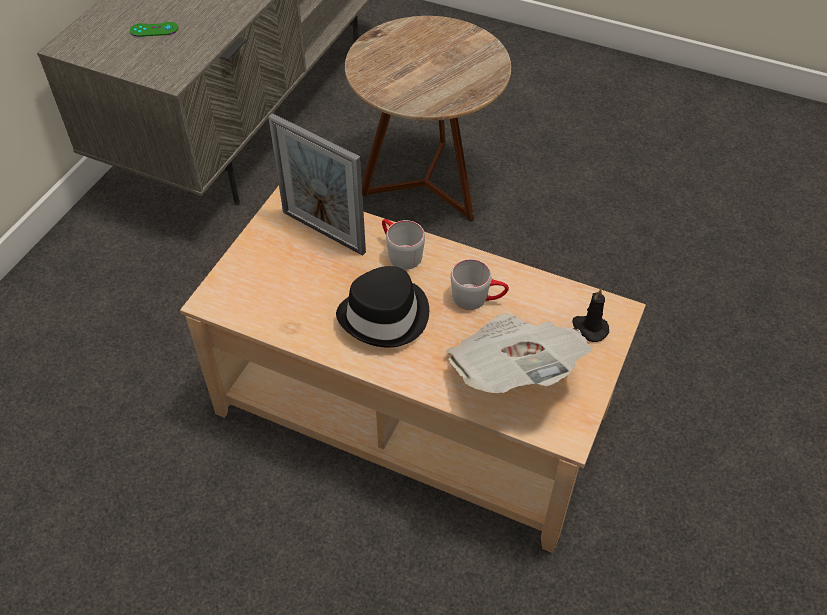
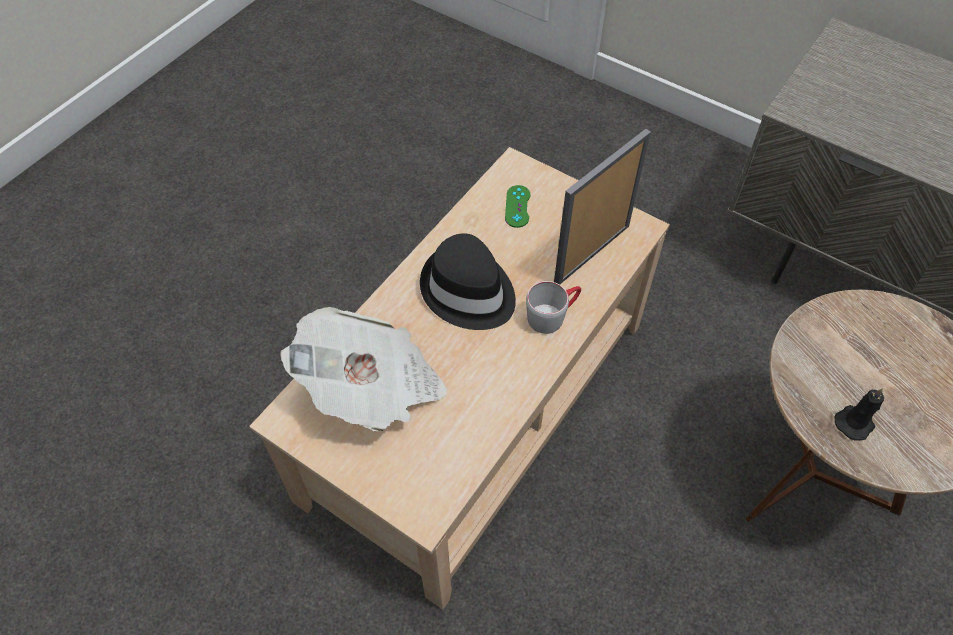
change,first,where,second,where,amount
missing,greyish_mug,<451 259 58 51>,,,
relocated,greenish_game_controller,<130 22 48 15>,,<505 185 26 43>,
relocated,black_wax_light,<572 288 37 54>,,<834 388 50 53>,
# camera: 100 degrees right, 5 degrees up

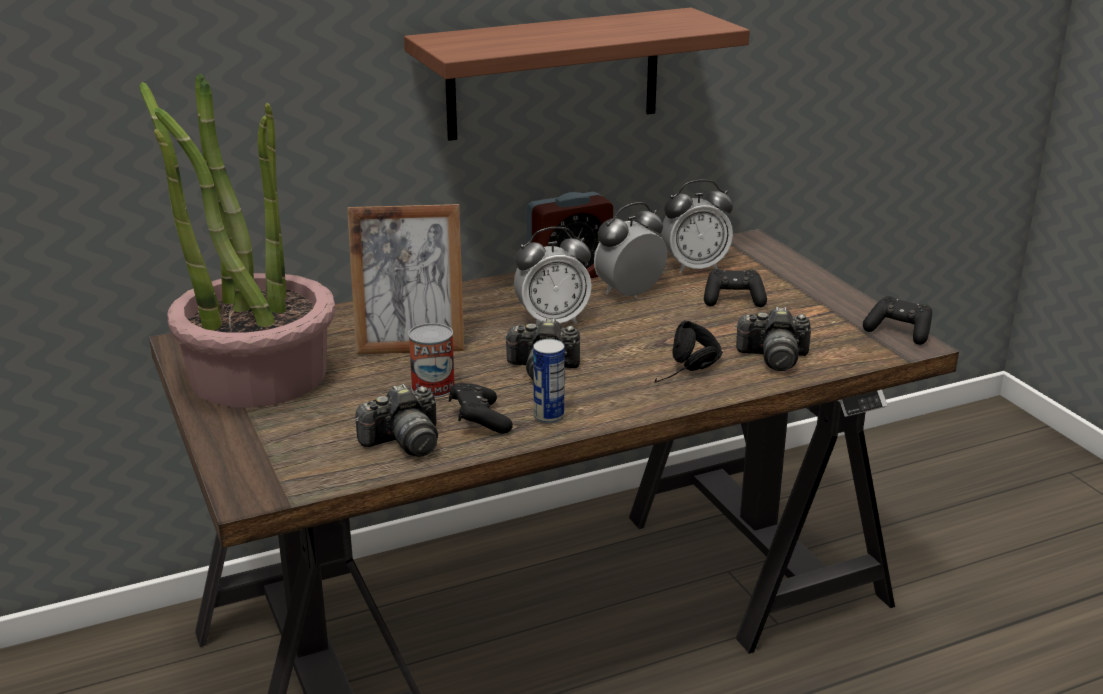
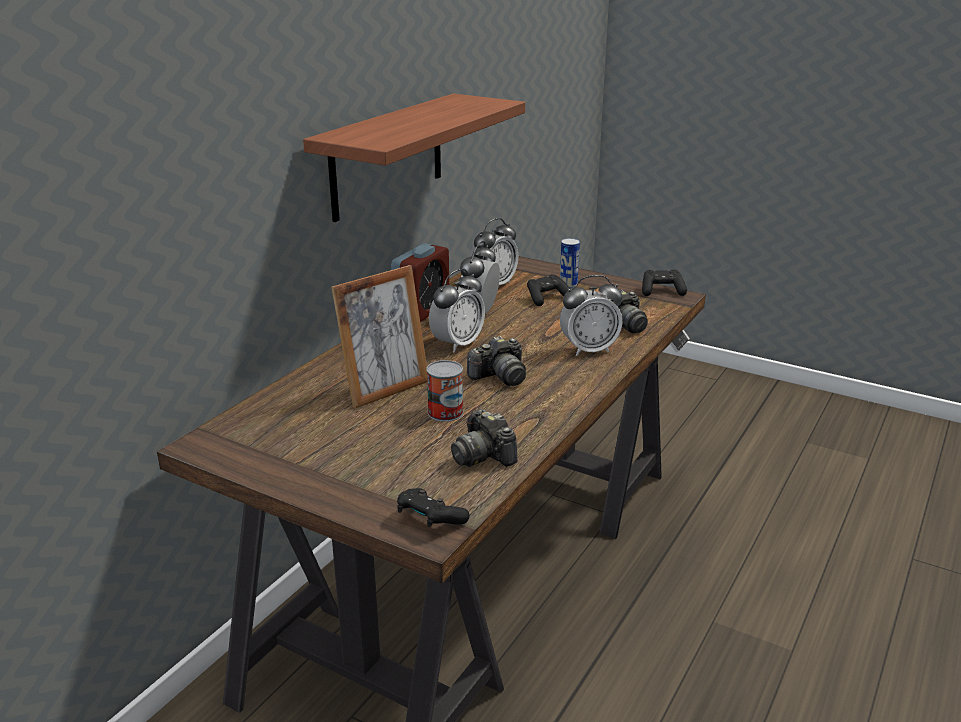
change,first,where,second,where,amount
missing,houseplant,<139 73 196 335>,,,
relocated,black_game_controller,<449 383 64 51>,,<397 488 73 39>,
relocated,can,<533 339 32 85>,,<560 238 20 51>,
exchanged,black_headset,<655 320 68 62>,table_clock,<560 275 63 81>,
spun,still_camera,<355 384 83 73>,,<451 409 67 58>,120 degrees clockwise
# camera: 35 degrees left, 0 degrees up

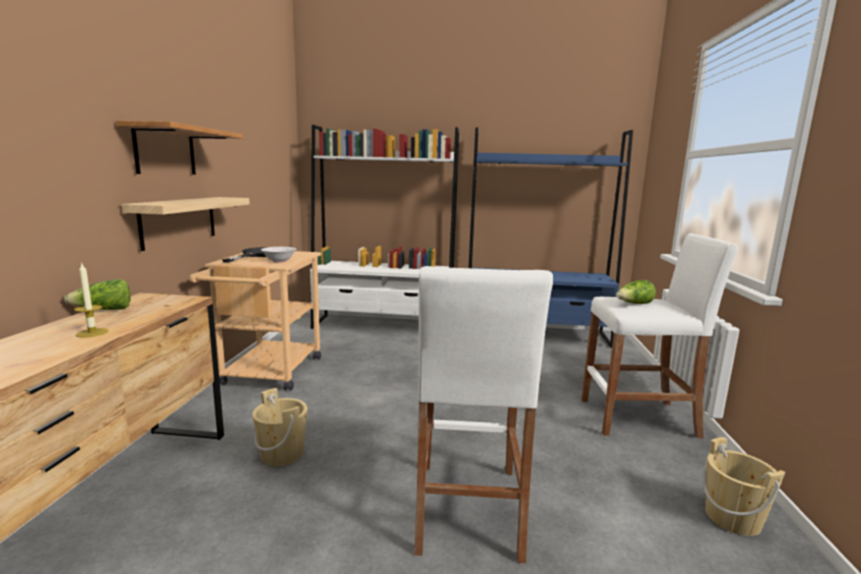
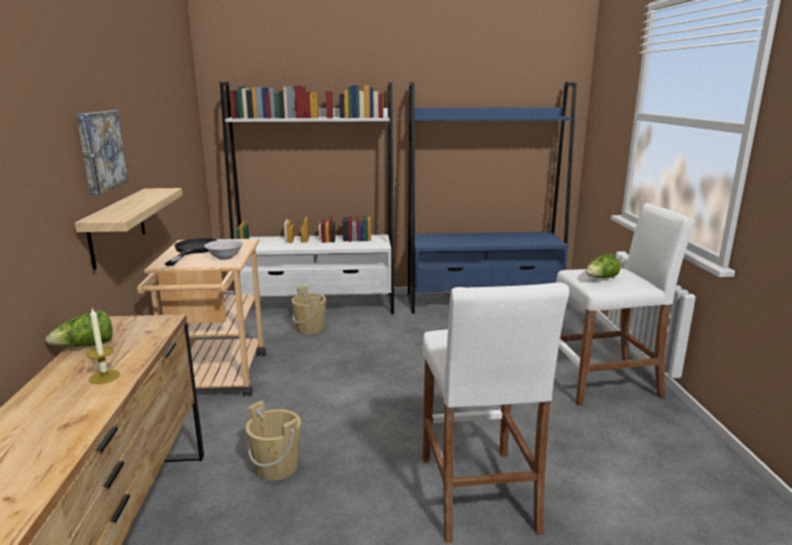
change,first,where,second,where,amount
relocated,beige-coloured_water_bucket,<702 437 83 99>,,<291 286 35 49>,
exchanged,shelf,<116 121 127 54>,wall_art,<76 111 53 84>,
# camera: 10 degrees left, 5 degrees up

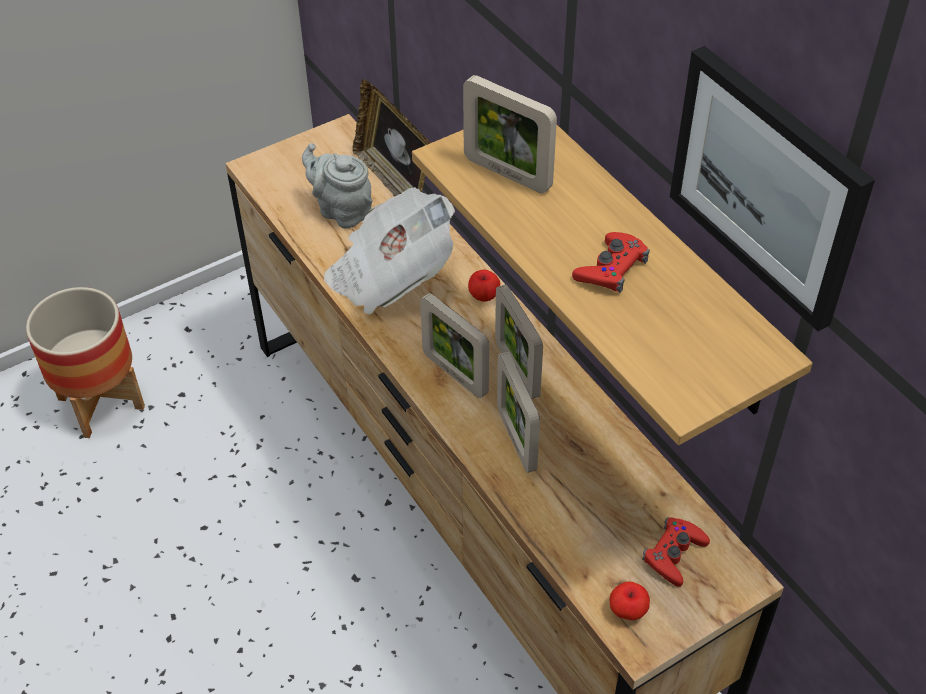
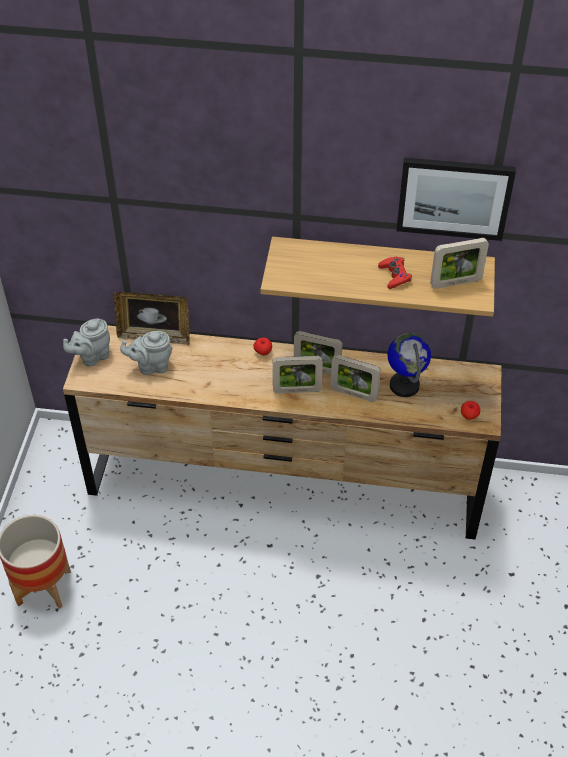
change,first,where,second,where,amount
missing,printed_paper,<324 187 131 128>,,,
missing,red_game_controller,<642 517 68 70>,,,
appeared,,,greyish_tea_pot,<63 319 47 47>,
appeared,,,globe,<387 333 44 64>,
relocated,photo_frame,<463 75 94 118>,,<430 238 59 51>,
# camera: 50 degrees left, 0 degrees up

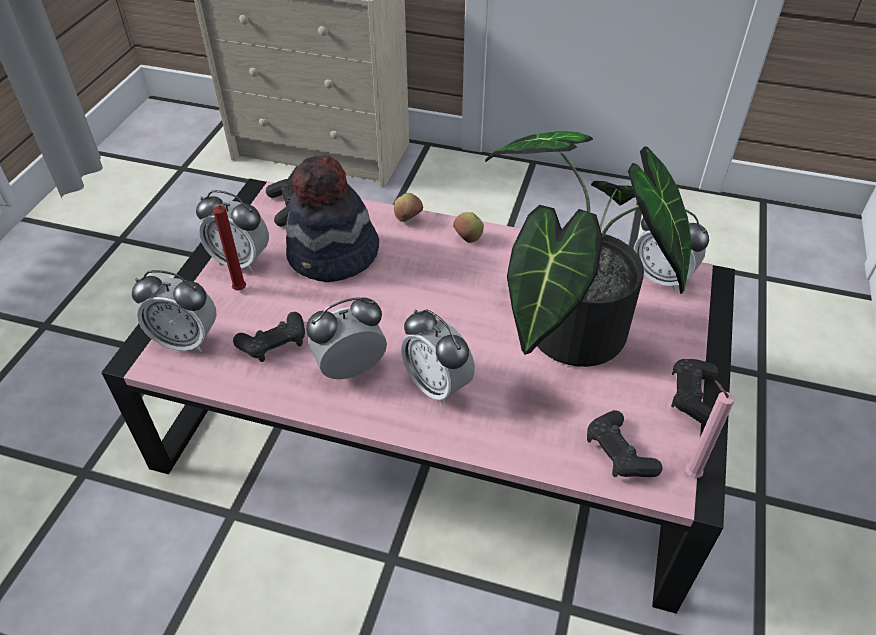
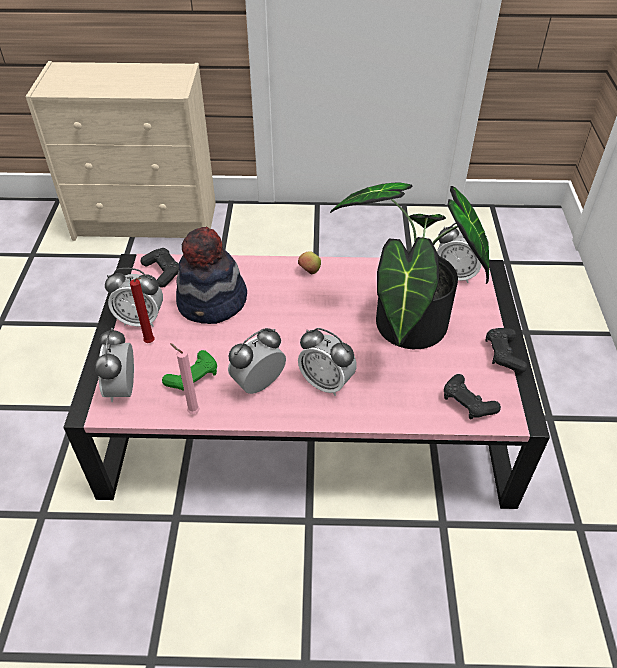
change,first,where,second,where,amount
missing,whole_apple,<394 193 29 29>,,,
relocated,pinkish_wax_light,<685 380 50 98>,,<170 343 30 71>,
colour,black_game_controller,<233 312 72 50>,greenish_game_controller,<162 350 55 41>,
spun,table_clock,<132 270 85 82>,,<95 328 39 74>,90 degrees clockwise
# camera: 15 degrees left, 0 degrees up

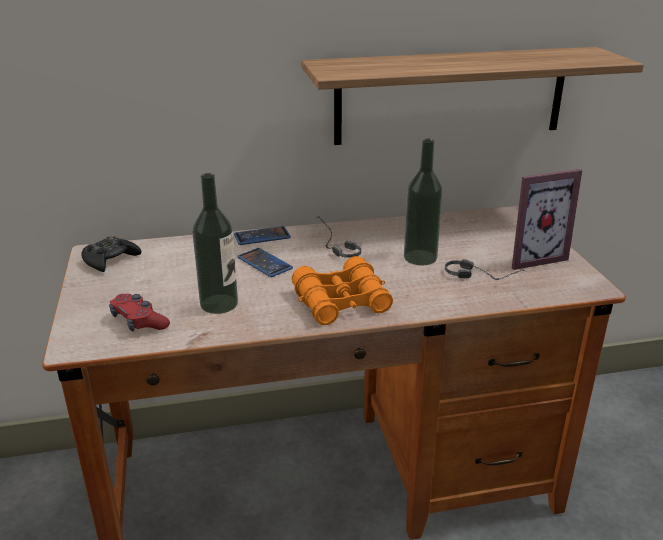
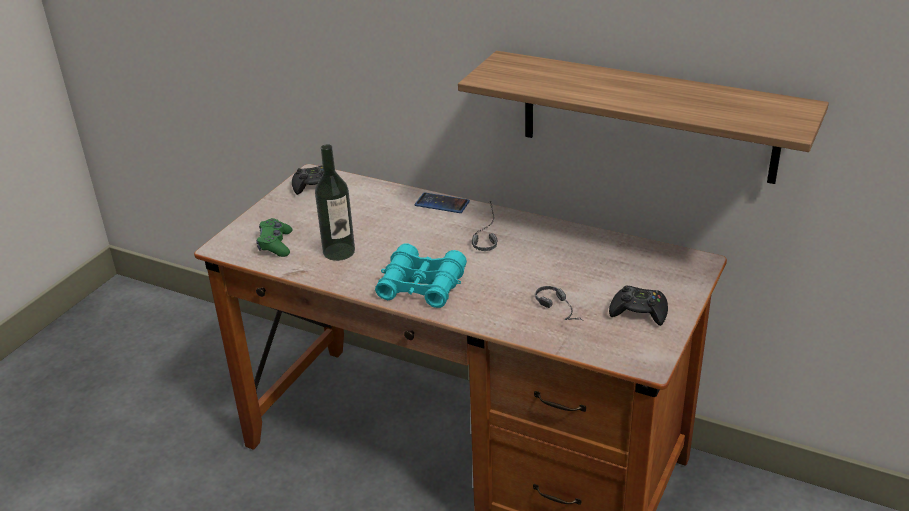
change,first,where,second,where,amount
missing,telephone,<237 248 56 29>,,,
missing,bottle,<404 139 39 126>,,,
exchanged,photo_frame,<512 169 71 101>,black_game_controller,<609 285 59 41>,
colour,red_game_controller,<109 294 61 38>,greenish_game_controller,<256 218 37 39>,
colour,orange-coloured_binoculars,<292 256 101 69>,turquoise-coloured_binoculars,<375 244 92 64>,
# camera: 40 degrees right, 5 degrees up

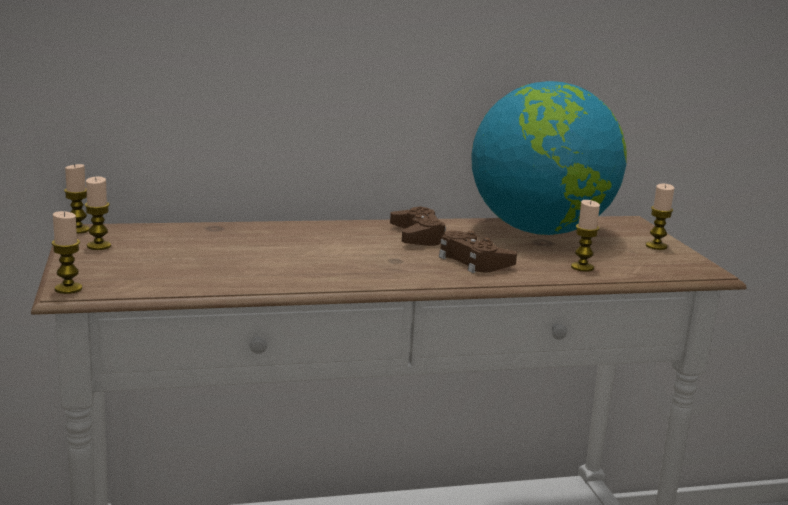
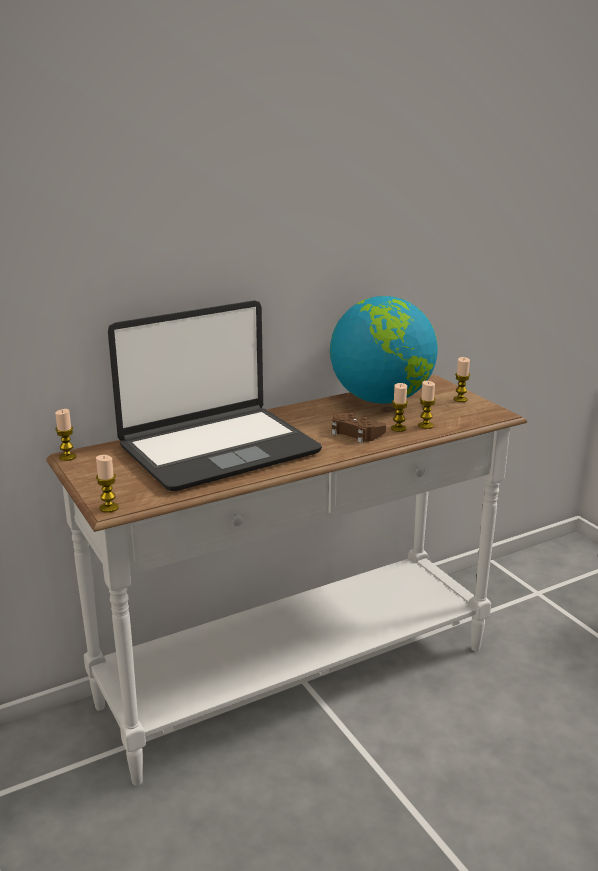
change,first,where,second,where,amount
missing,brownish_game_controller,<390 206 56 40>,,,
appeared,,,notebook_computer,<108 300 214 191>,
relocated,wax_light,<85 176 26 74>,,<391 383 17 49>,
# camera: 15 degrees left, 5 degrees up

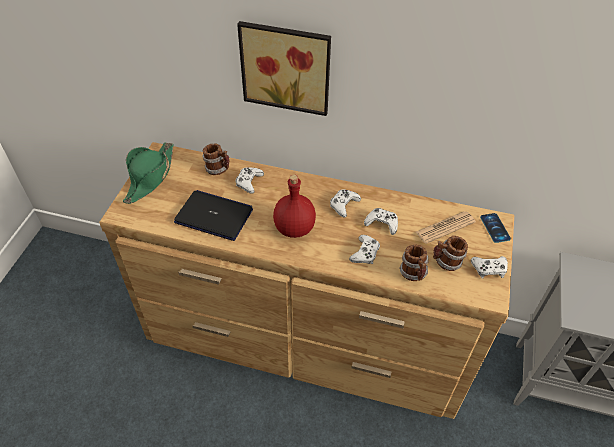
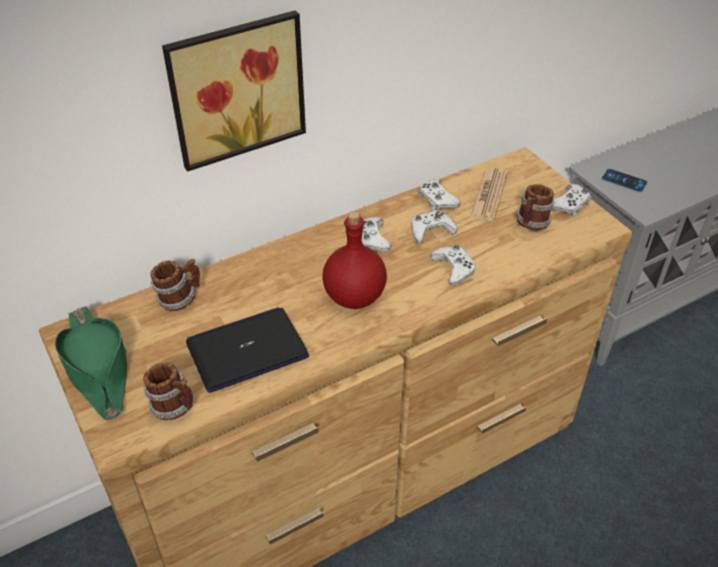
change,first,where,second,where,amount
relocated,white_game_controller,<236 167 28 27>,,<418 179 43 31>,
relocated,mug,<399 245 30 36>,,<143 363 50 57>,
relocated,telephone,<480 213 31 30>,,<602 169 45 23>,
# camera: 45 degrees left, 5 degrees down

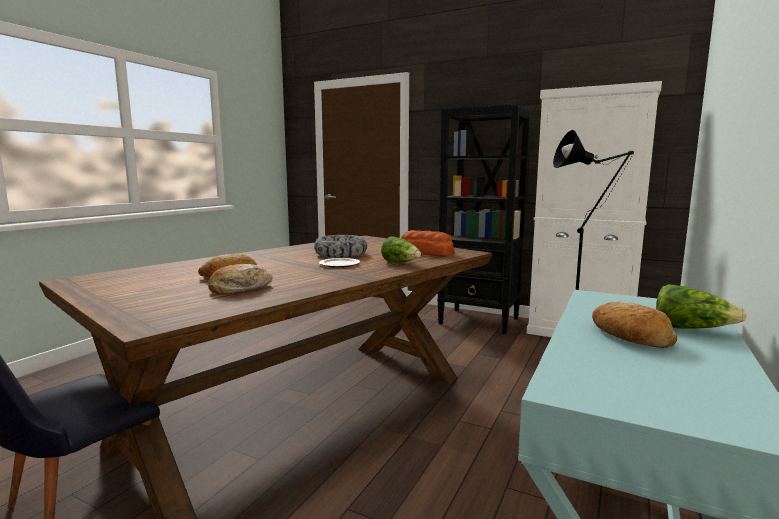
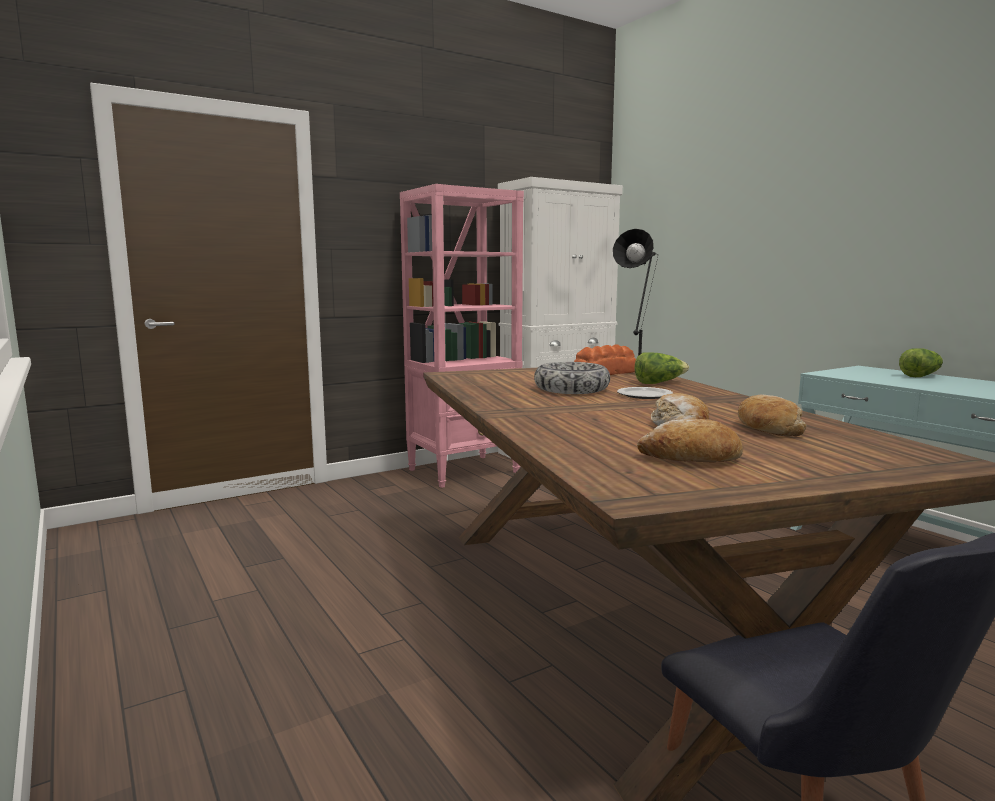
change,first,where,second,where,amount
relocated,bread,<592 301 85 47>,,<637 419 106 44>,
colour,black_shelving_unit,<437 104 94 230>,pinkish_shelving_unit,<400 184 124 304>,
# camera: 60 degrees left, 0 degrees up

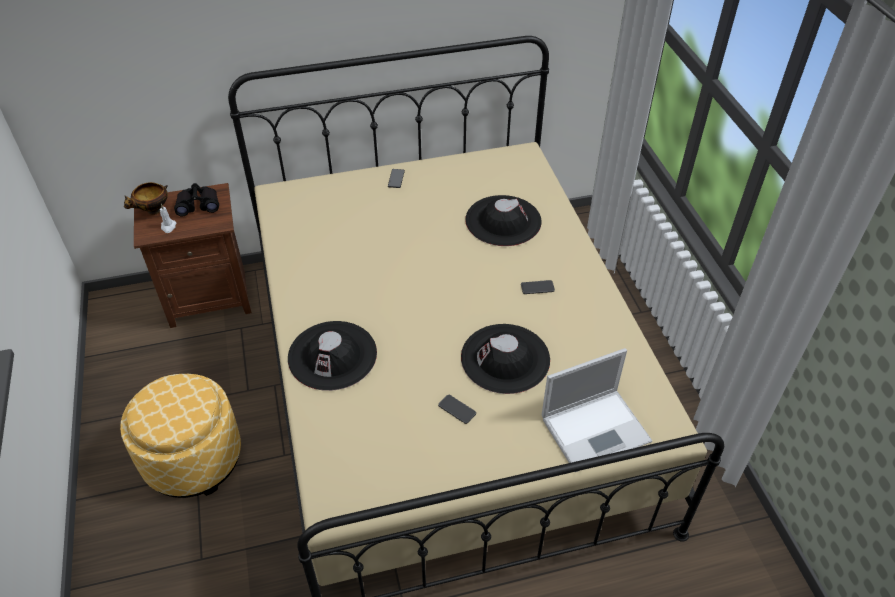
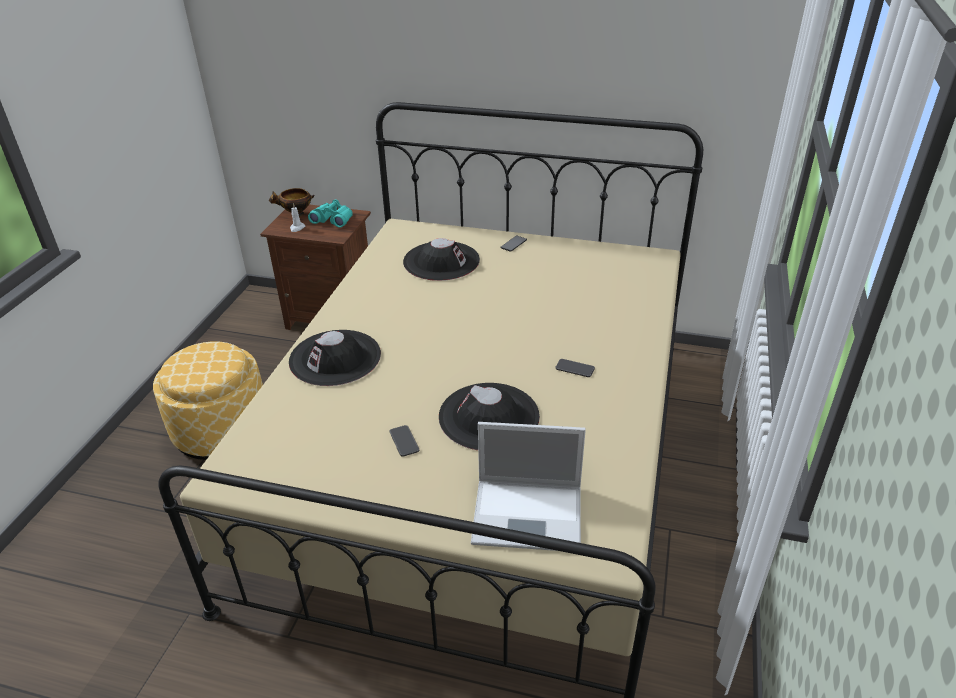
change,first,where,second,where,amount
relocated,black_wearable_hat,<465 195 77 51>,,<403 238 77 43>,
colour,black_binoculars,<174 183 45 33>,turquoise-coloured_binoculars,<308 199 45 29>,
# camera: 30 degrees right, 10 degrees down

